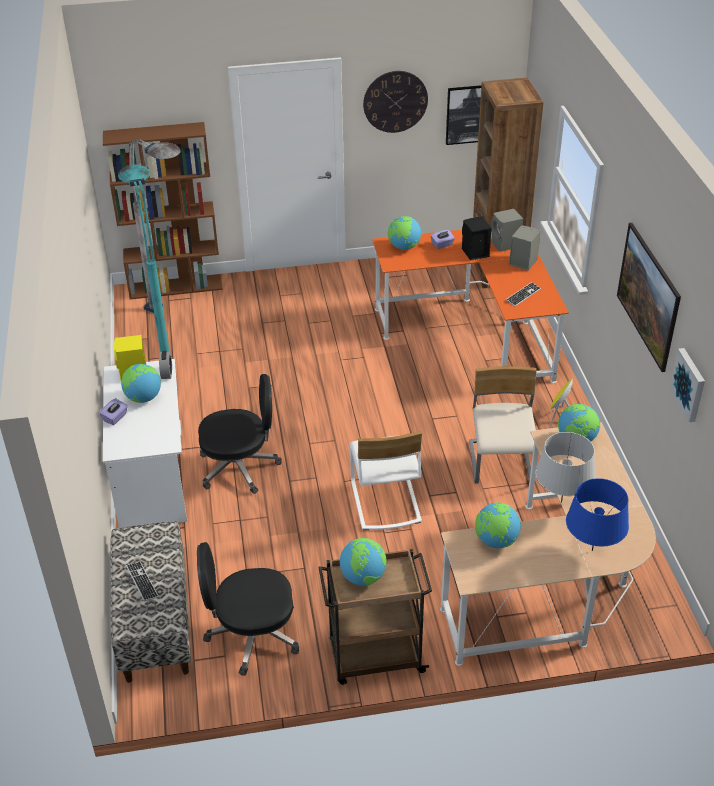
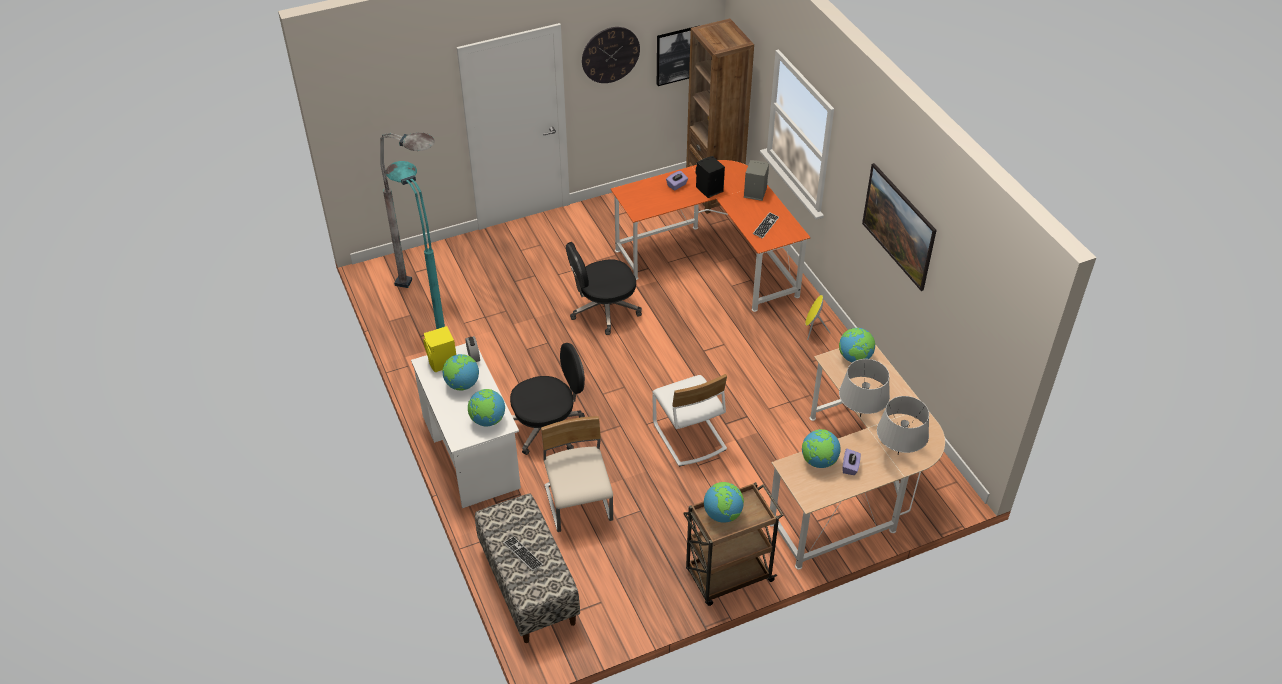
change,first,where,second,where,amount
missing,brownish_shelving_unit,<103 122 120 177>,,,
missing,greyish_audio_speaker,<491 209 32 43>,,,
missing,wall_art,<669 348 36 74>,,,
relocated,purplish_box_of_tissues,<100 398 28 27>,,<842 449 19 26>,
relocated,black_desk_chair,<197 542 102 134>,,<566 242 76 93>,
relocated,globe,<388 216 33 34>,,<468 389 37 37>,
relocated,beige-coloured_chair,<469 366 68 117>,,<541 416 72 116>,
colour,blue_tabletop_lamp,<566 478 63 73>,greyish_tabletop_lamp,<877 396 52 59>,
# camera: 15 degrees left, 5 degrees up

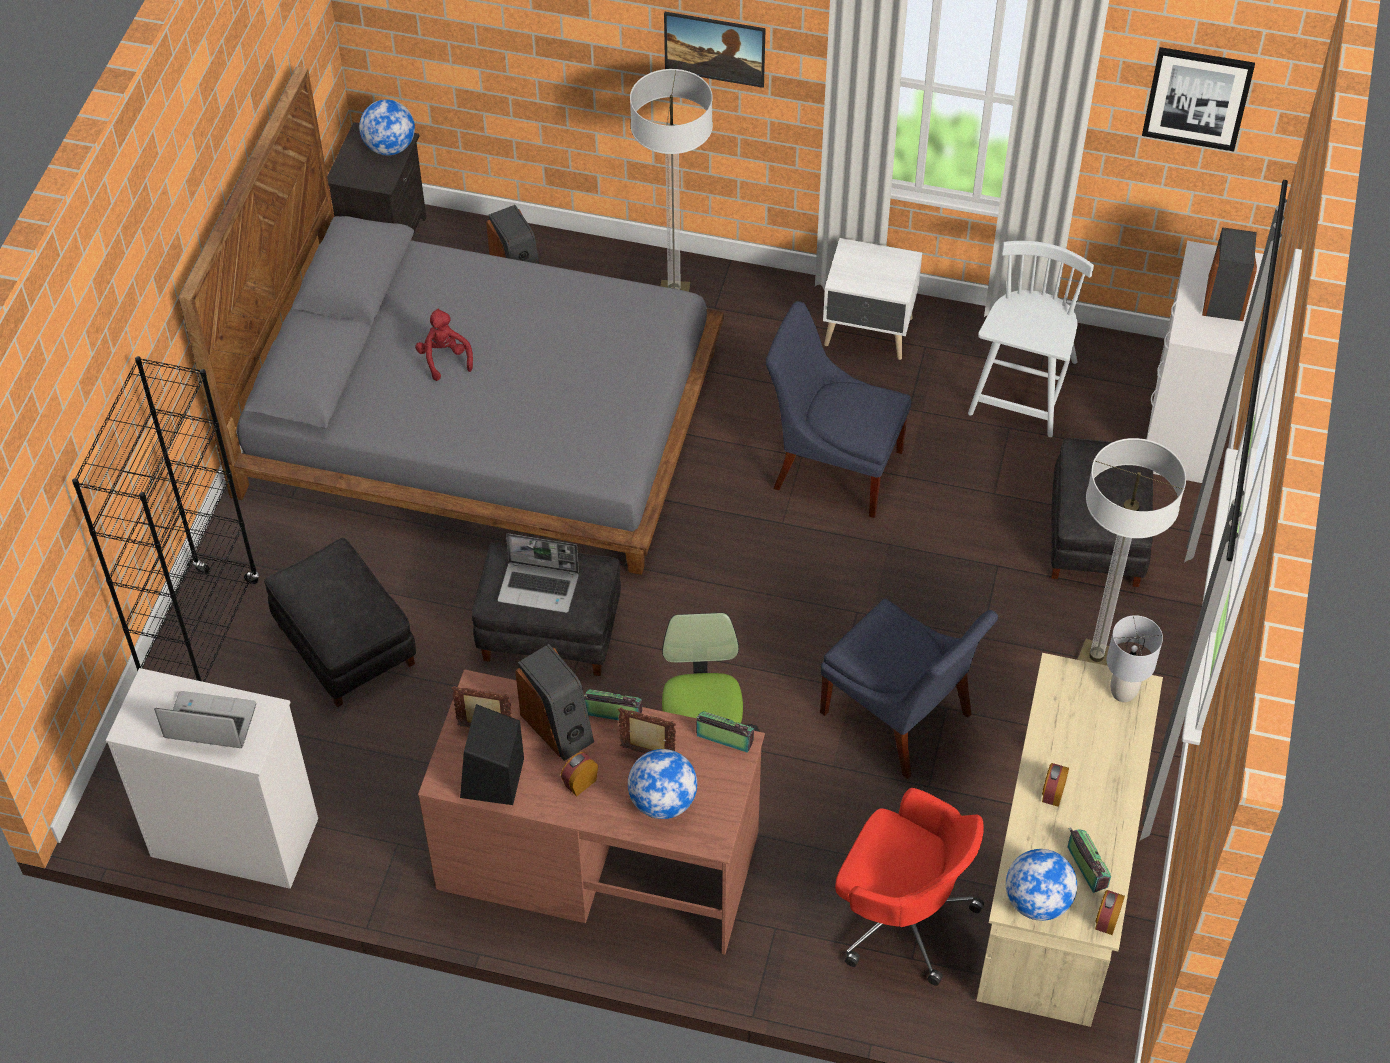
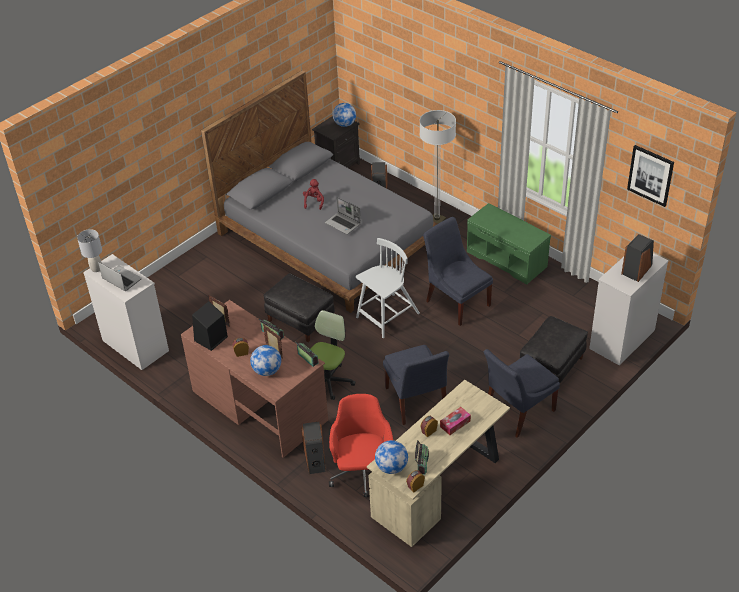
change,first,where,second,where,amount
missing,black_shelving_unit,<72 356 187 326>,,,
missing,black_footrest,<264 538 152 169>,,,
missing,wall_art,<664 12 102 76>,,,
appeared,,,box_of_tissues,<440 407 31 28>,
relocated,notebook_computer,<498 534 81 79>,,<325 197 36 37>,
relocated,audio_speaker,<515 644 79 117>,,<301 422 25 52>,
relocated,white_chair,<968 241 126 196>,,<356 238 64 100>,
relocated,greyish_tabletop_lamp,<1107 615 56 87>,,<77 229 25 43>,
exchanged,white_bedside_table,<823 238 99 122>,greenish_bench,<467 203 84 81>,
exchanged,floor_lamp,<1077 438 109 228>,blue_chair,<484 349 76 89>,
spun,red_desk_chair,<835 788 149 198>,,<329 394 64 103>,150 degrees counterclockwise
# camera: 30 degrees right, 10 degrees down

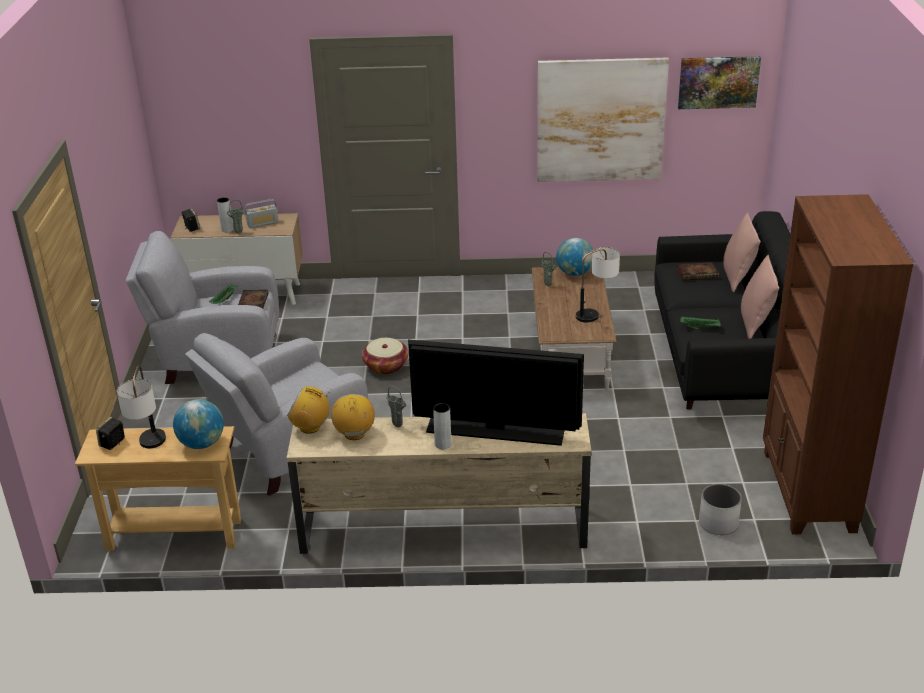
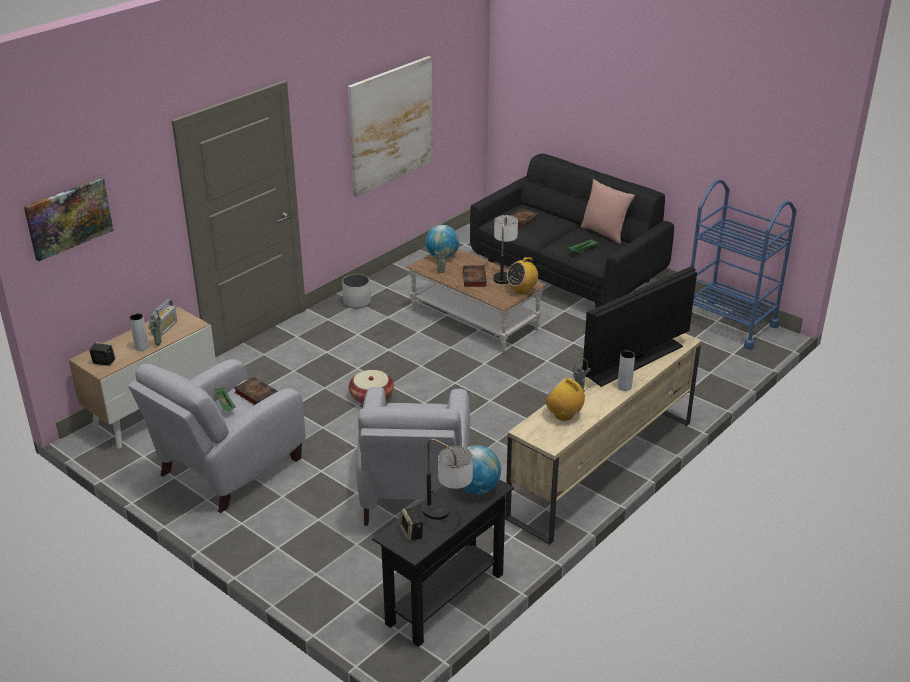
change,first,where,second,where,amount
missing,pinkish_throw_pillow,<723 212 38 80>,,,
appeared,,,book,<463 266 24 21>,
relocated,radio,<287 386 45 48>,,<507 257 31 37>,
relocated,wall_art,<678 56 83 53>,,<24 178 90 83>,
relocated,white_flower_pot,<699 484 43 51>,,<342 274 29 34>,
exchanged,brownish_shelving_unit,<763 194 151 340>,blue_wheeled_cart,<691 179 106 171>,
colour,beige-coloured_hall_table,<75 426 166 125>,black_hall_table,<372 479 142 168>,
# camera: 50 degrees left, 0 degrees up

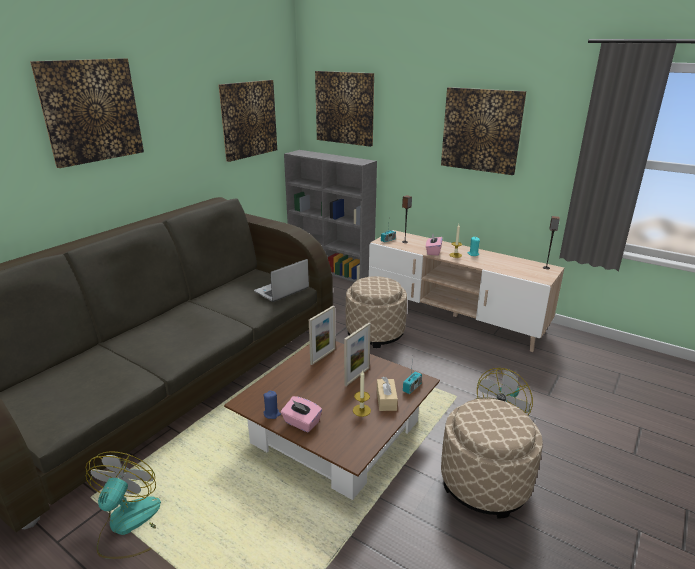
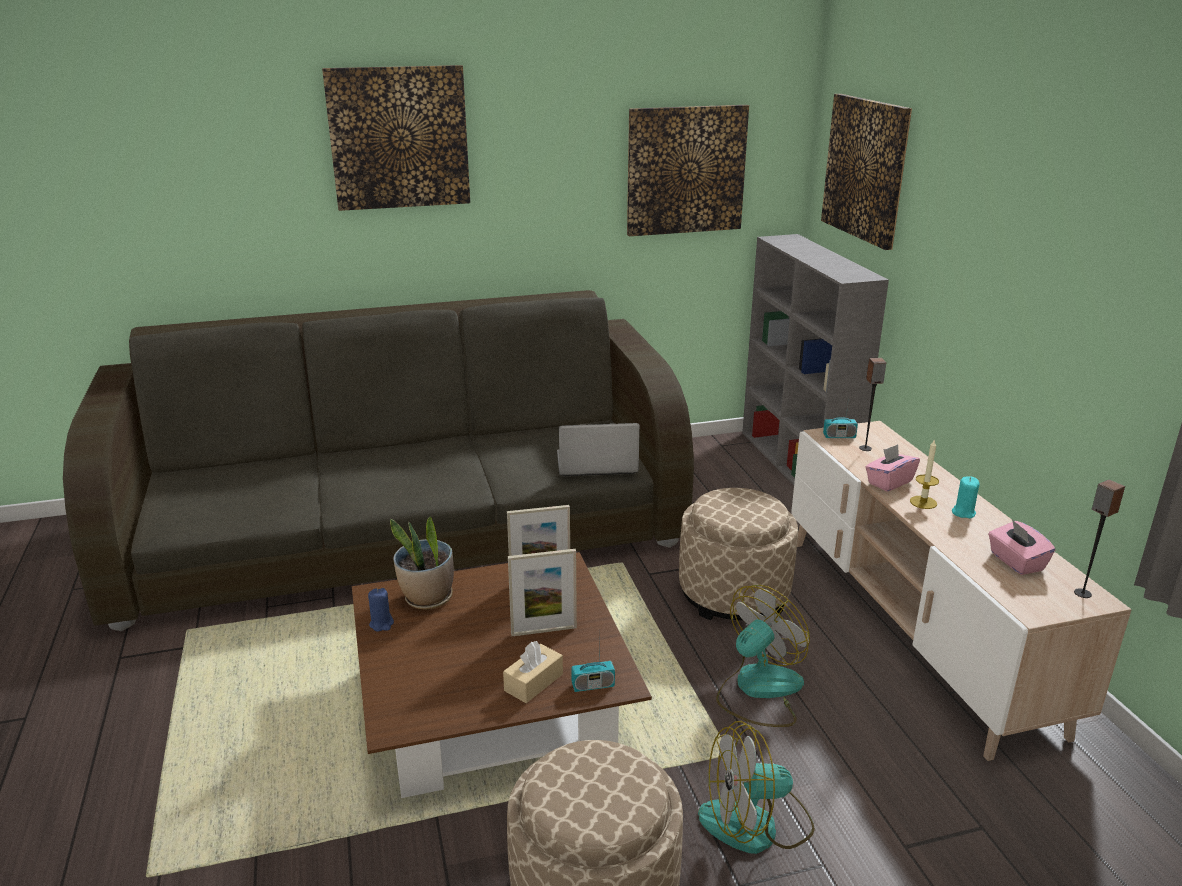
change,first,where,second,where,amount
missing,wax_light,<353 370 18 47>,,,
missing,wall_art,<441 87 85 88>,,,
appeared,,,houseplant,<390 516 64 94>,
relocated,fan,<86 451 75 108>,,<717 585 93 142>,
relocated,pinkish_box_of_tissues,<281 396 41 36>,,<988 519 67 56>,
# camera: 40 degrees right, 0 degrees up

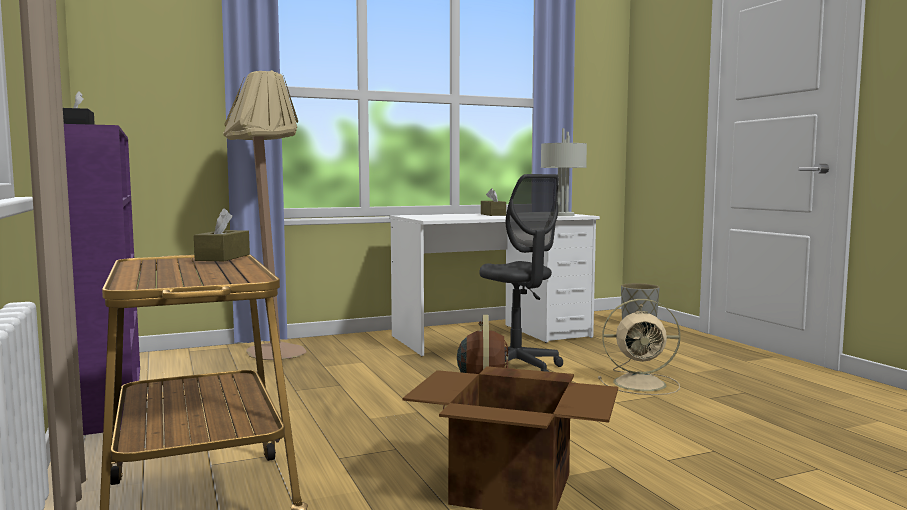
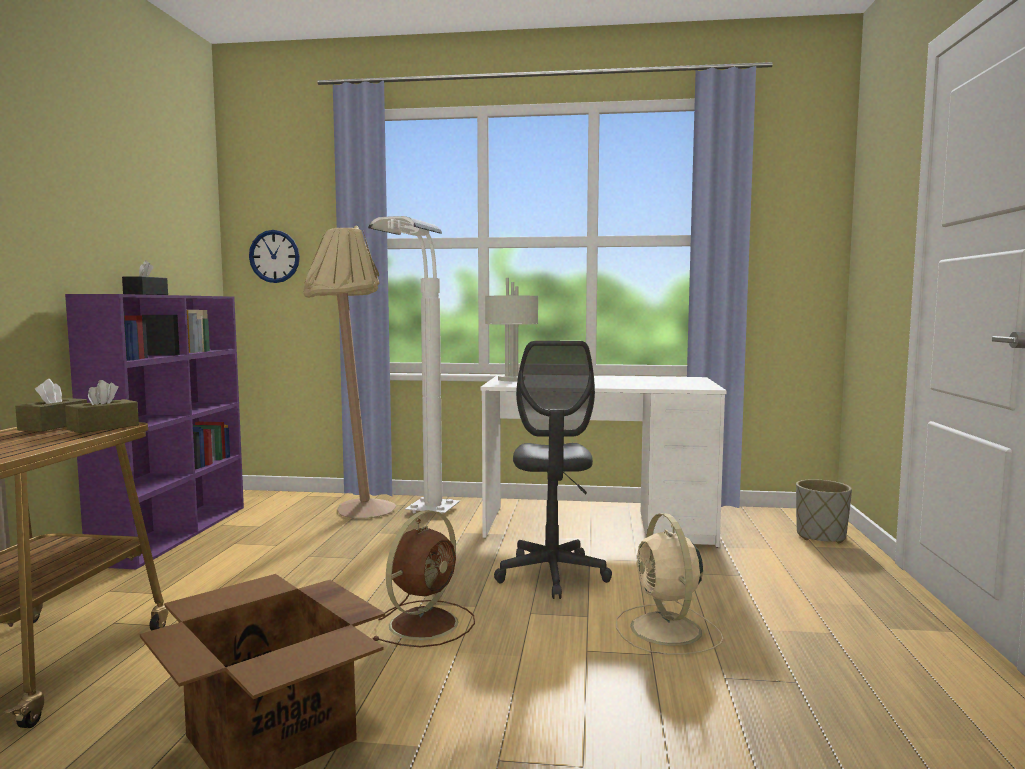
change,first,where,second,where,amount
appeared,,,wall_clock,<249 230 51 53>,
appeared,,,white_floor_lamp,<368 216 92 298>,
relocated,brownish_box_of_tissues,<481 188 25 28>,,<15 379 72 53>,
relocated,greyish_tabletop_lamp,<541 128 46 88>,,<485 278 53 103>,
spun,beige-coloured_fan,<598 299 83 96>,,<616 513 107 142>,45 degrees clockwise
# camera: 30 degrees right, 0 degrees up

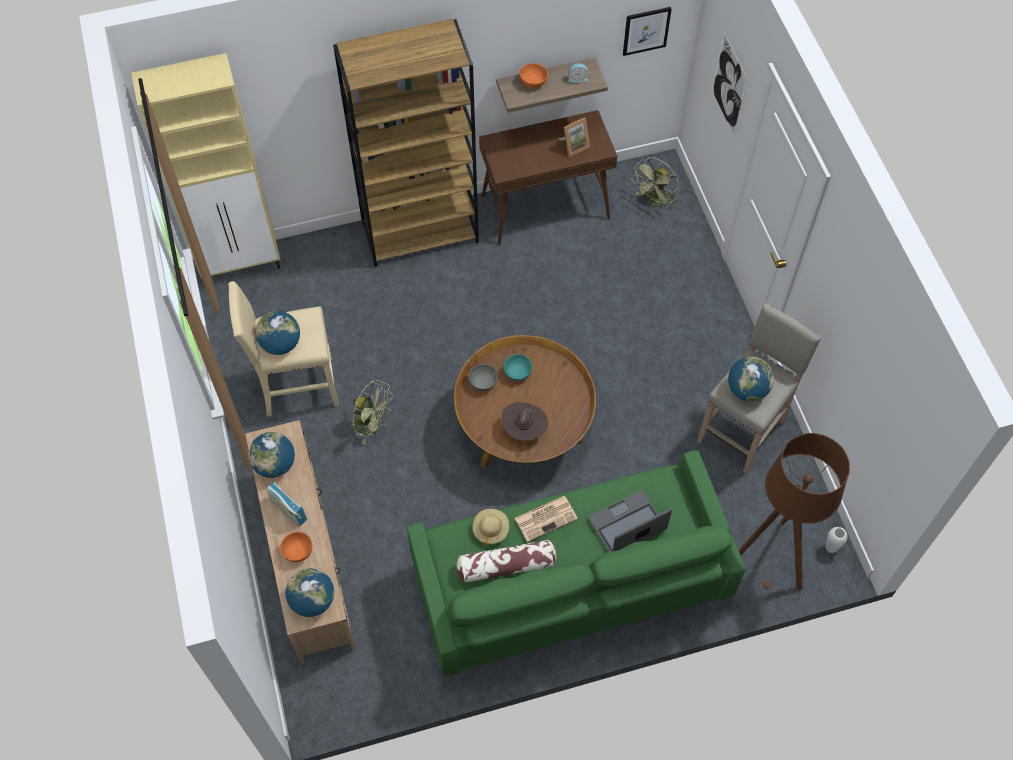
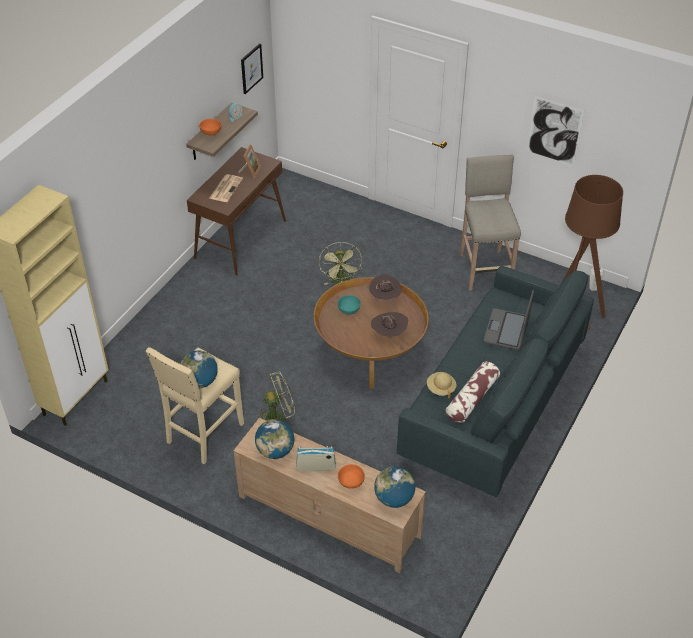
change,first,where,second,where,amount
missing,brownish_shelving_unit,<333 19 146 248>,,,
missing,greyish_bowl,<469 364 29 27>,,,
missing,globe,<728 357 46 45>,,,
appeared,,,brownish_wearable_hat,<369 274 33 26>,
relocated,printed_paper,<515 496 63 46>,,<210 174 33 28>,
relocated,greenish_fan,<631 157 48 53>,,<319 242 43 43>,
relocated,wall_art,<712 32 36 105>,,<527 96 57 71>,
colour,greenish_sofa,<407 450 339 227>,greyish_sofa,<397 266 197 231>,
# camera: 45 degrees left, 15 degrees down

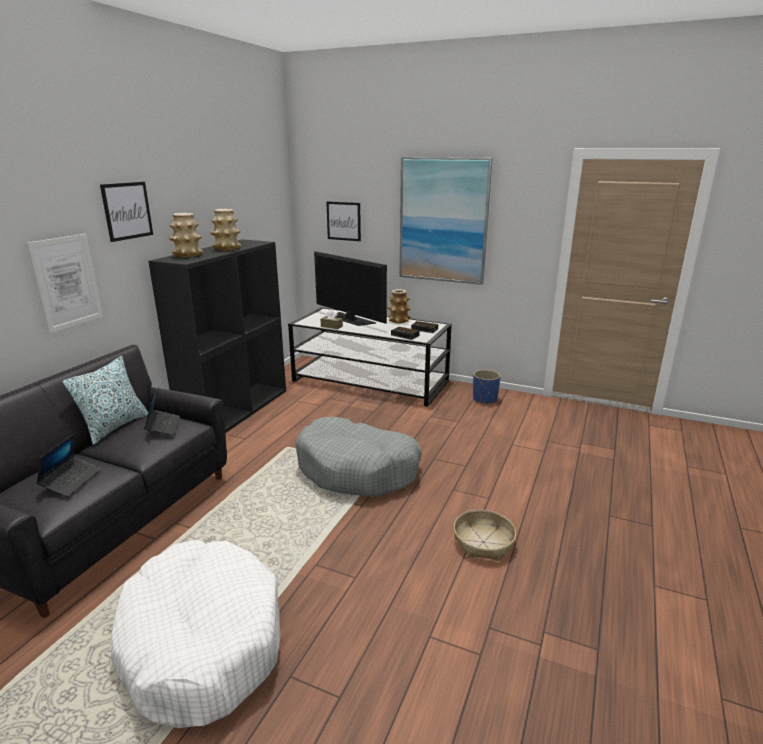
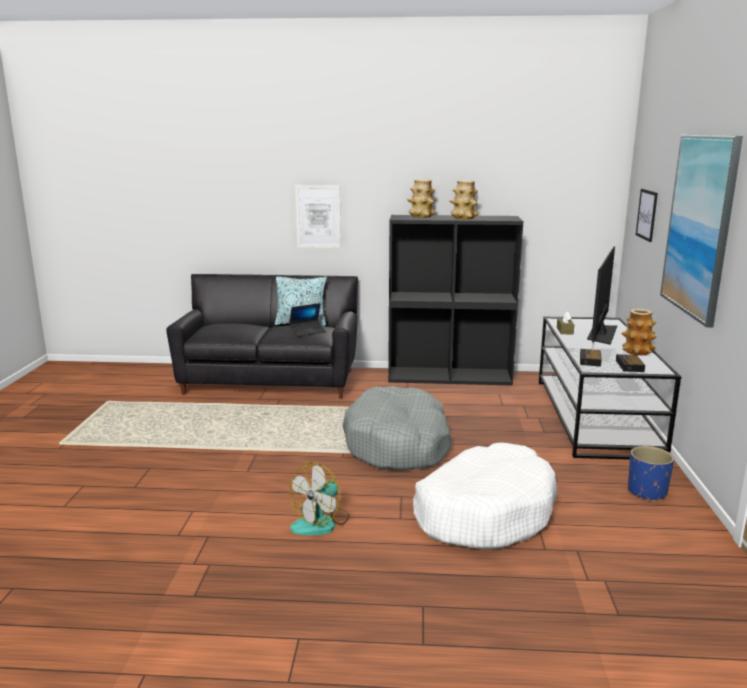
change,first,where,second,where,amount
missing,notebook_computer,<36 432 65 65>,,,
missing,wall_art,<100 182 53 60>,,,
relocated,white_pet_bed,<110 540 171 188>,,<413 442 145 107>,
exchanged,household_basket,<454 510 62 51>,fan,<290 462 59 73>,
# camera: 70 degrees right, 5 degrees down

